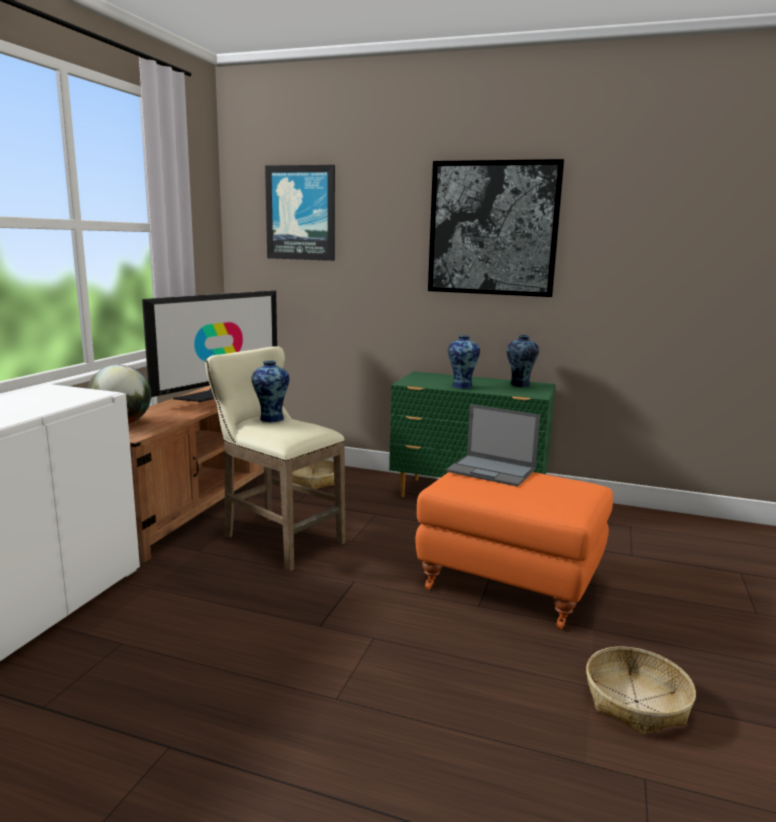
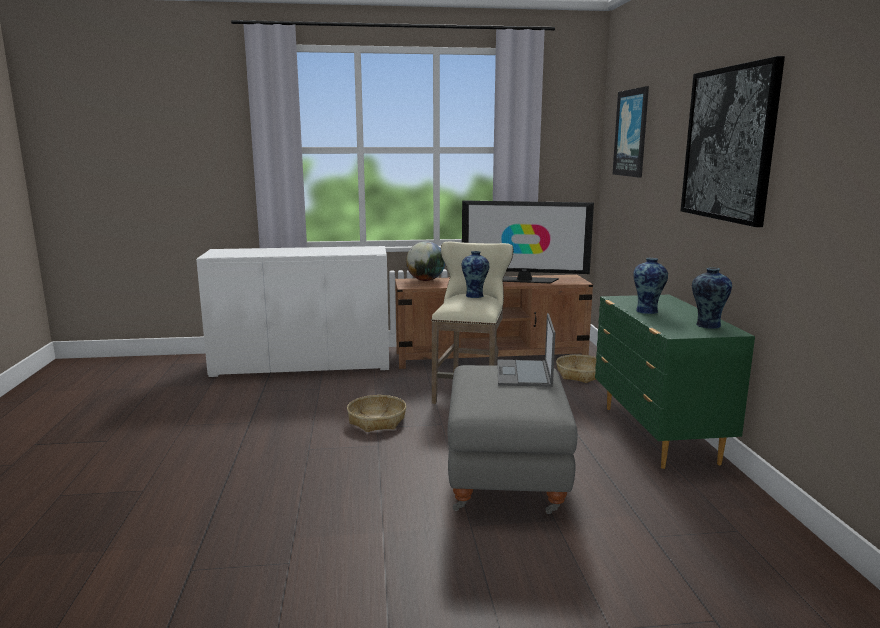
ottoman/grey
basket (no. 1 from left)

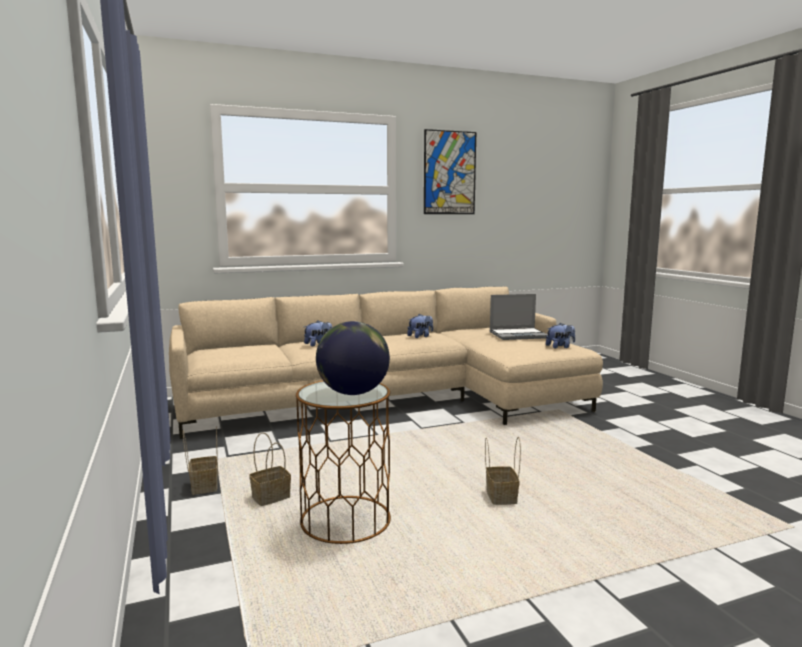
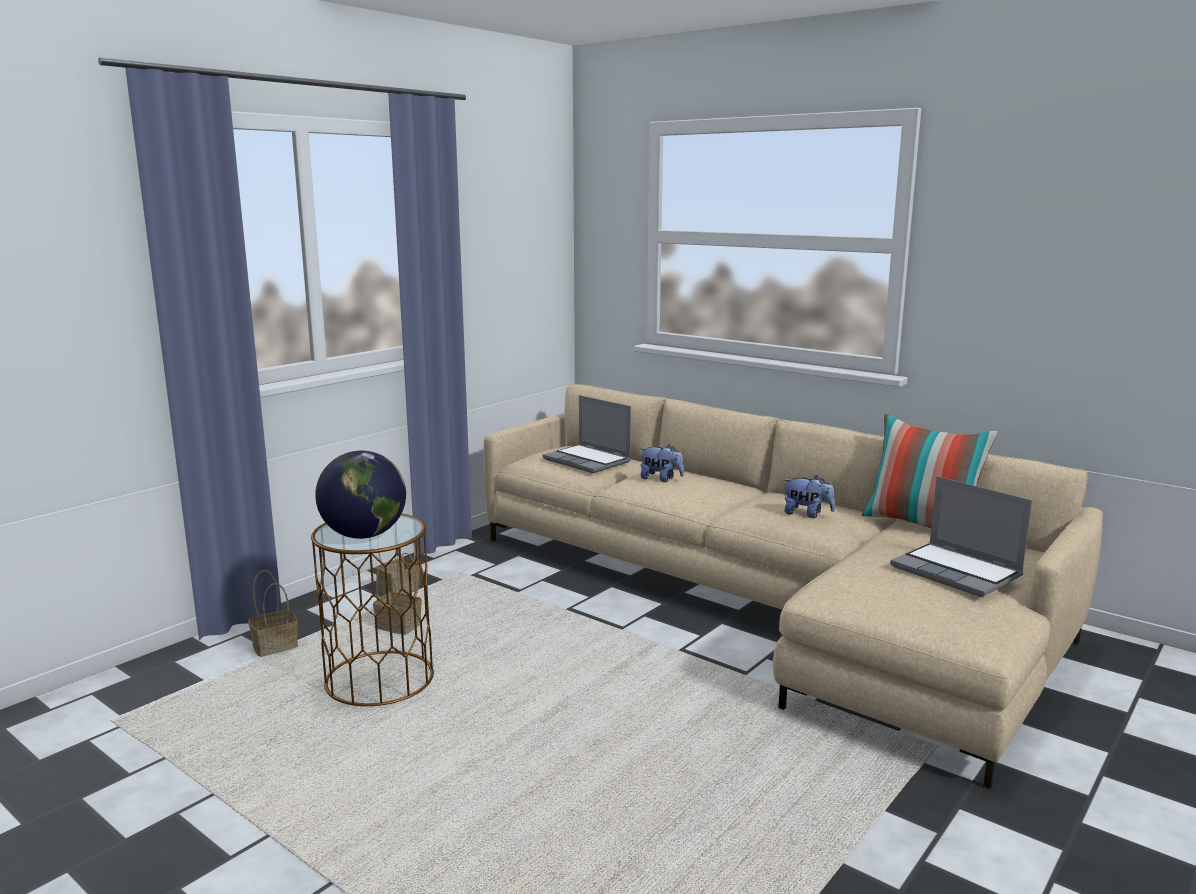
picture
basket (no. 1 from left)
plush toy (no. 3 from left in the first image)
laptop (no. 1 from left)
pillow

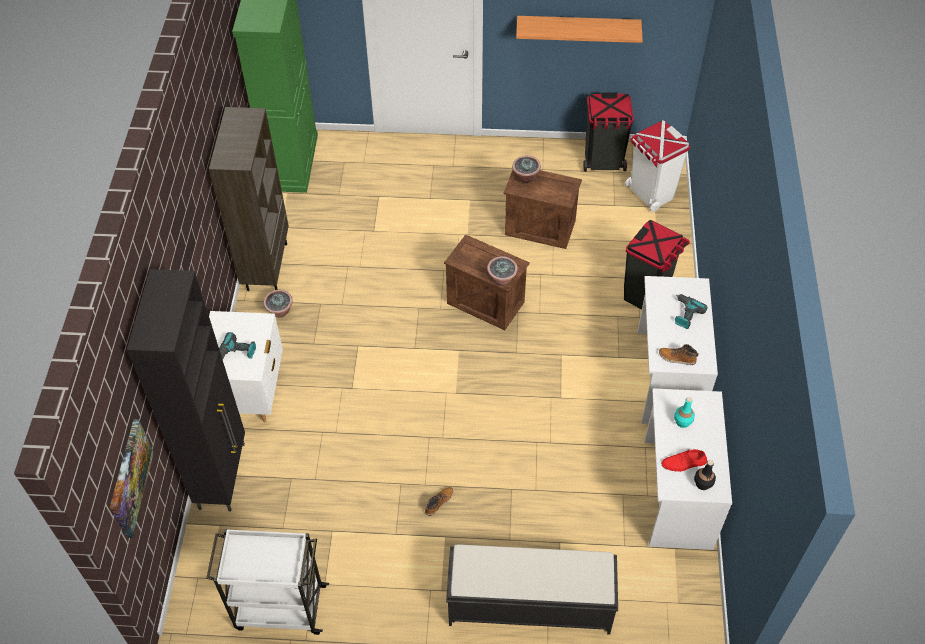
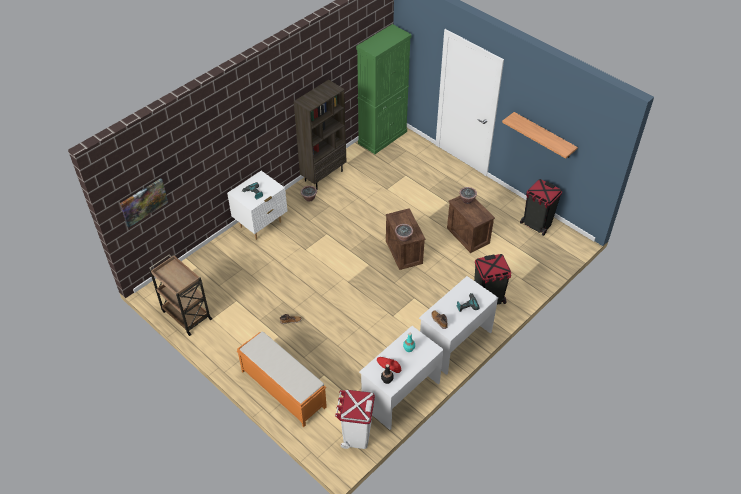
cabinet/black
cart/brown
bench/orange
trash can/white

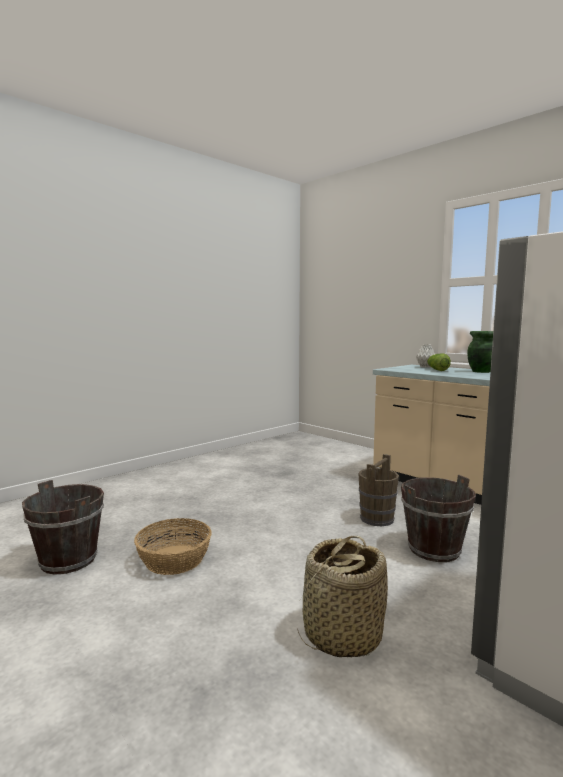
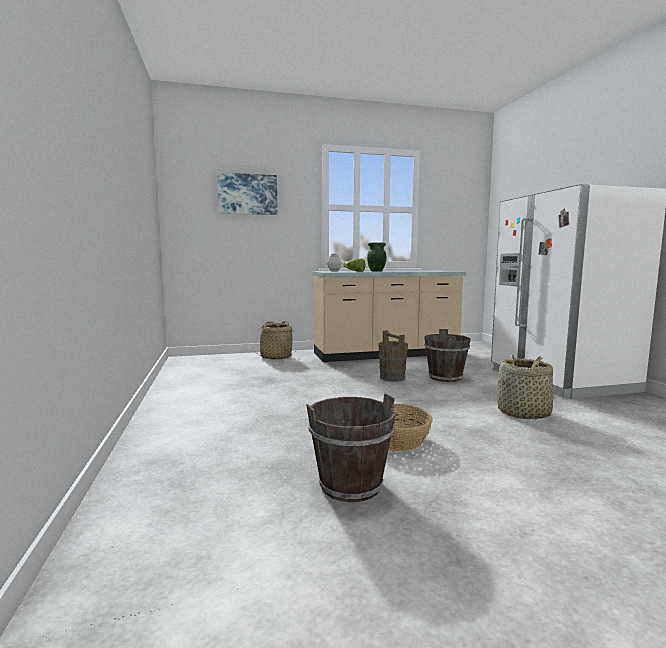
picture
basket (no. 1 from left)

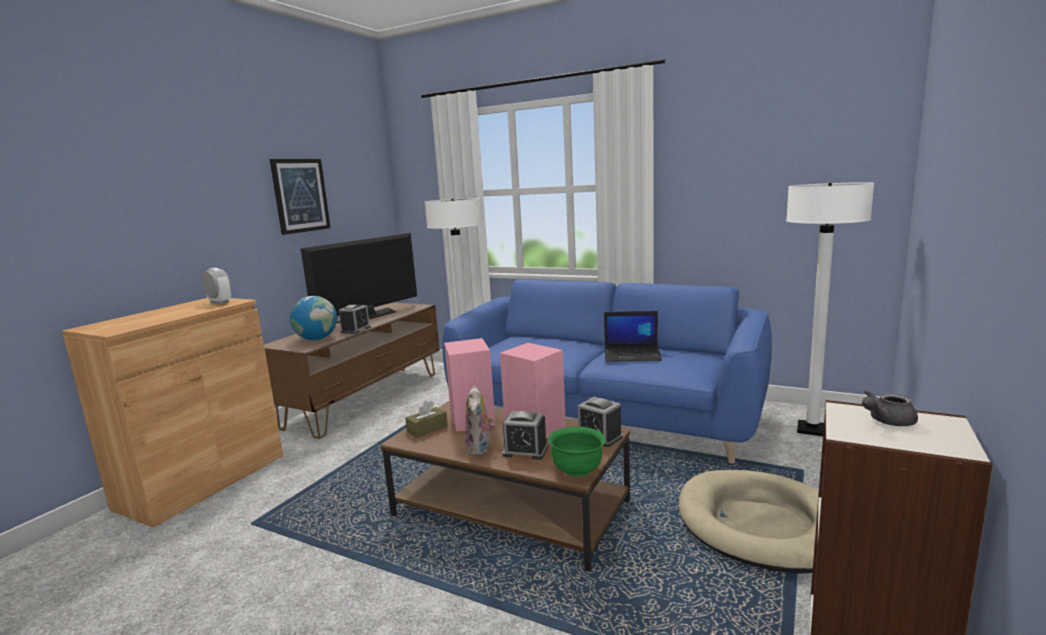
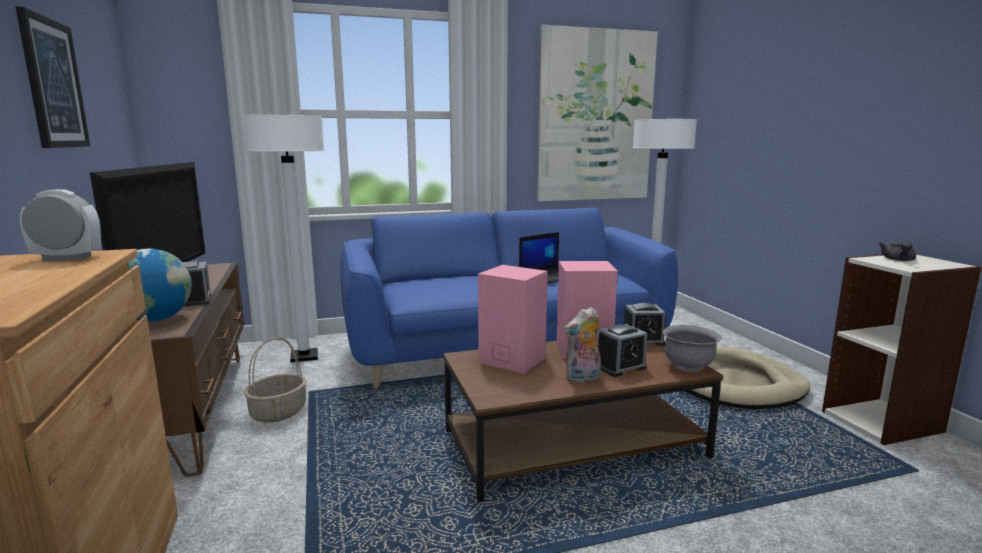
tissue box/brown
plush toy
bowl/grey
basket
picture (no. 2 from left)

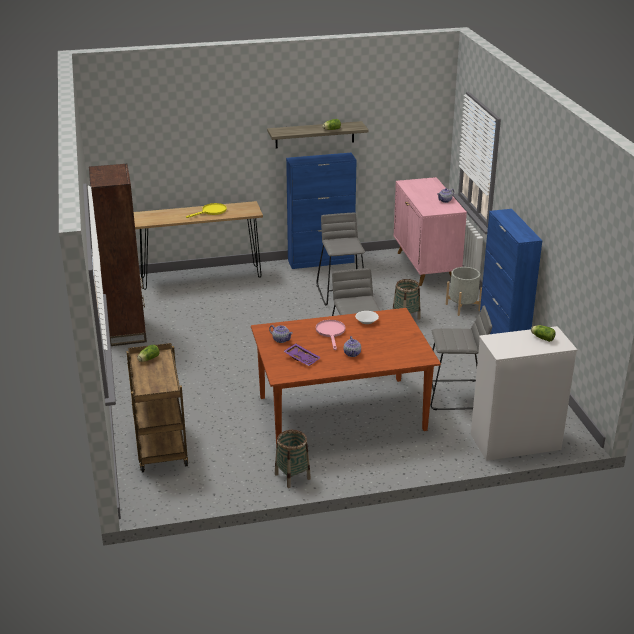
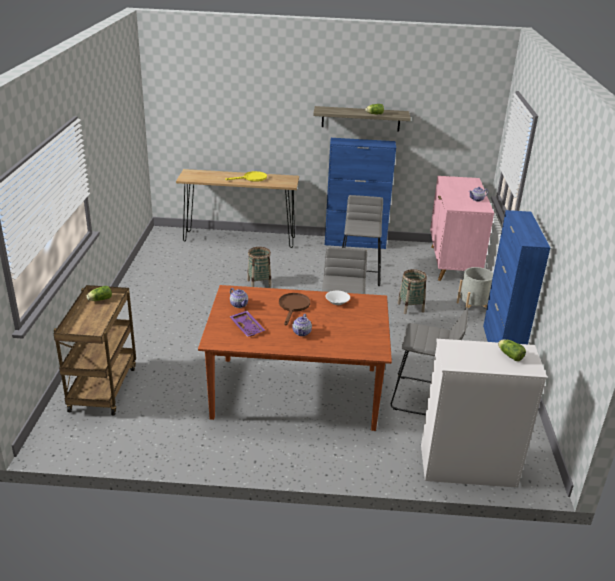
bookcase/brown
basket (no. 1 from left)
frying pan/brown

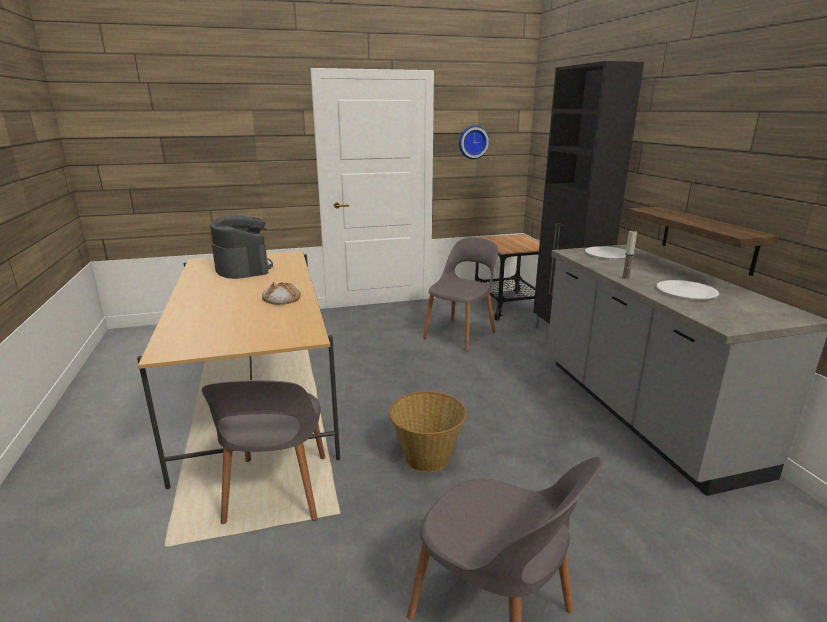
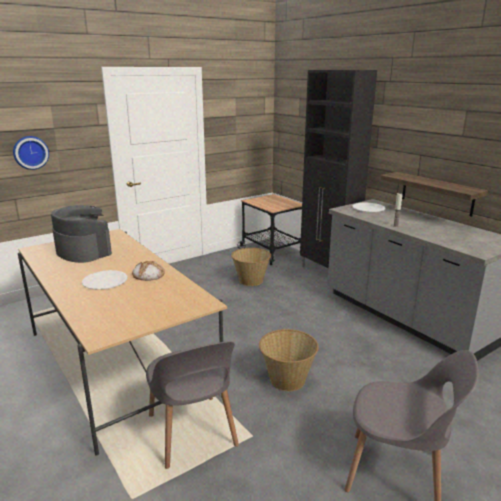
basket (no. 1 from left)
wall clock
plate/white (no. 1 from left)

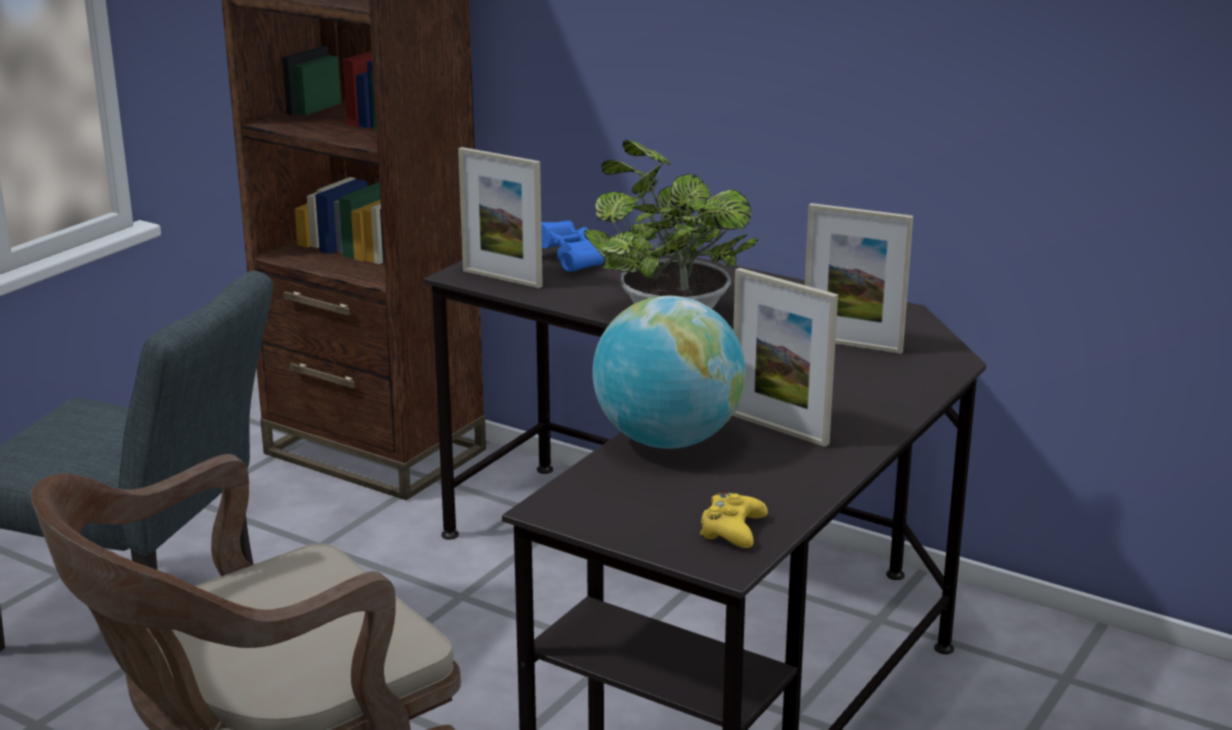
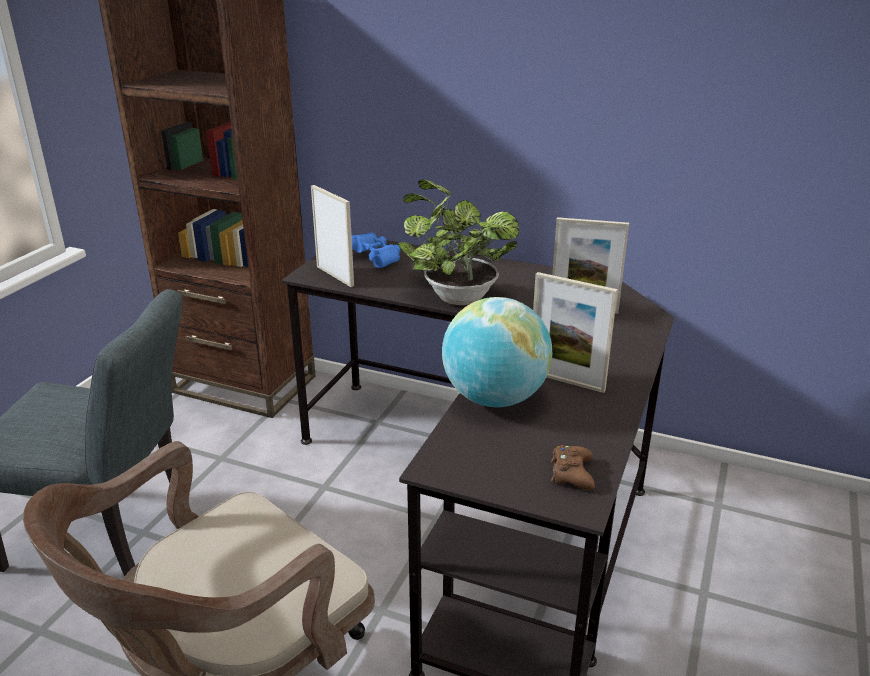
picture frame (no. 1 from left)
game controller/brown

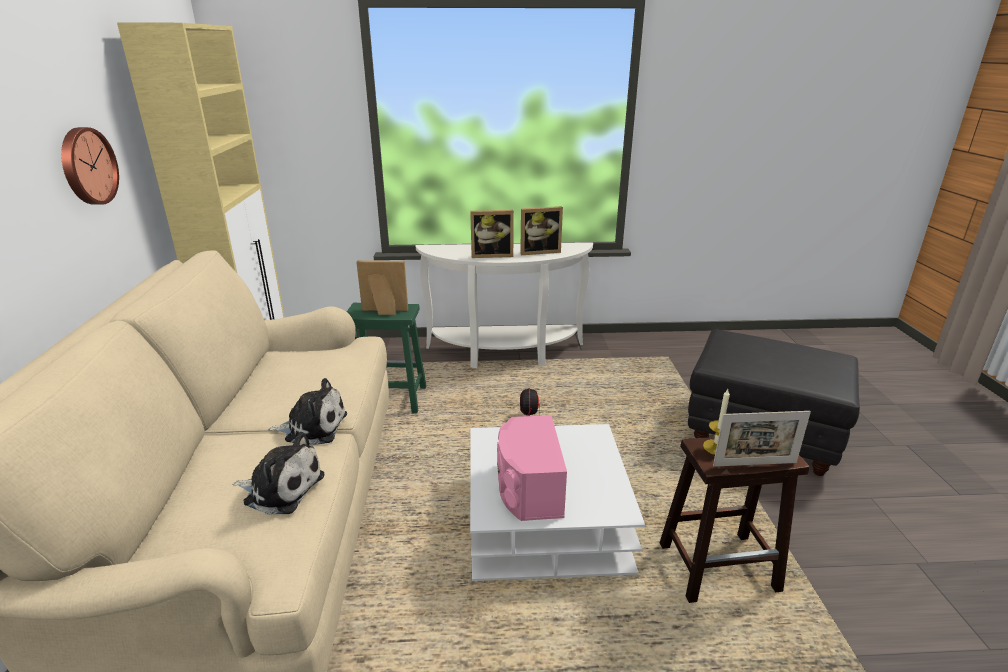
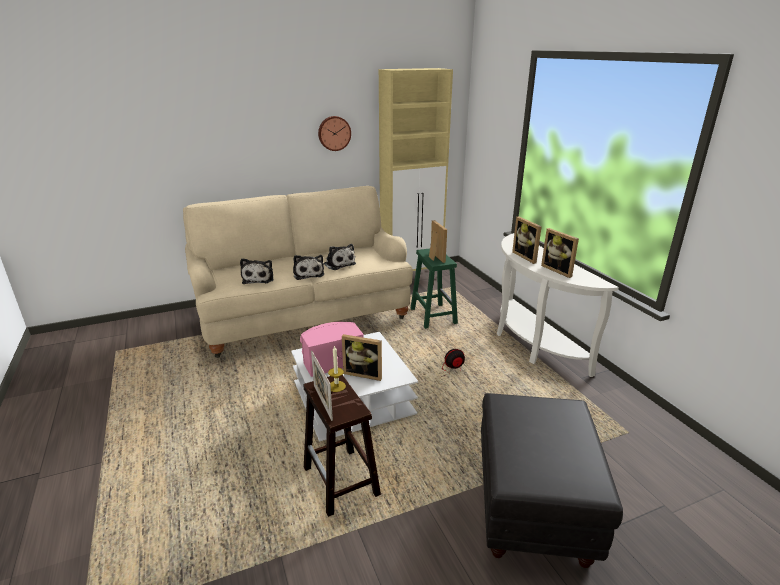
plush toy (no. 3 from left)
picture frame (no. 2 from left)

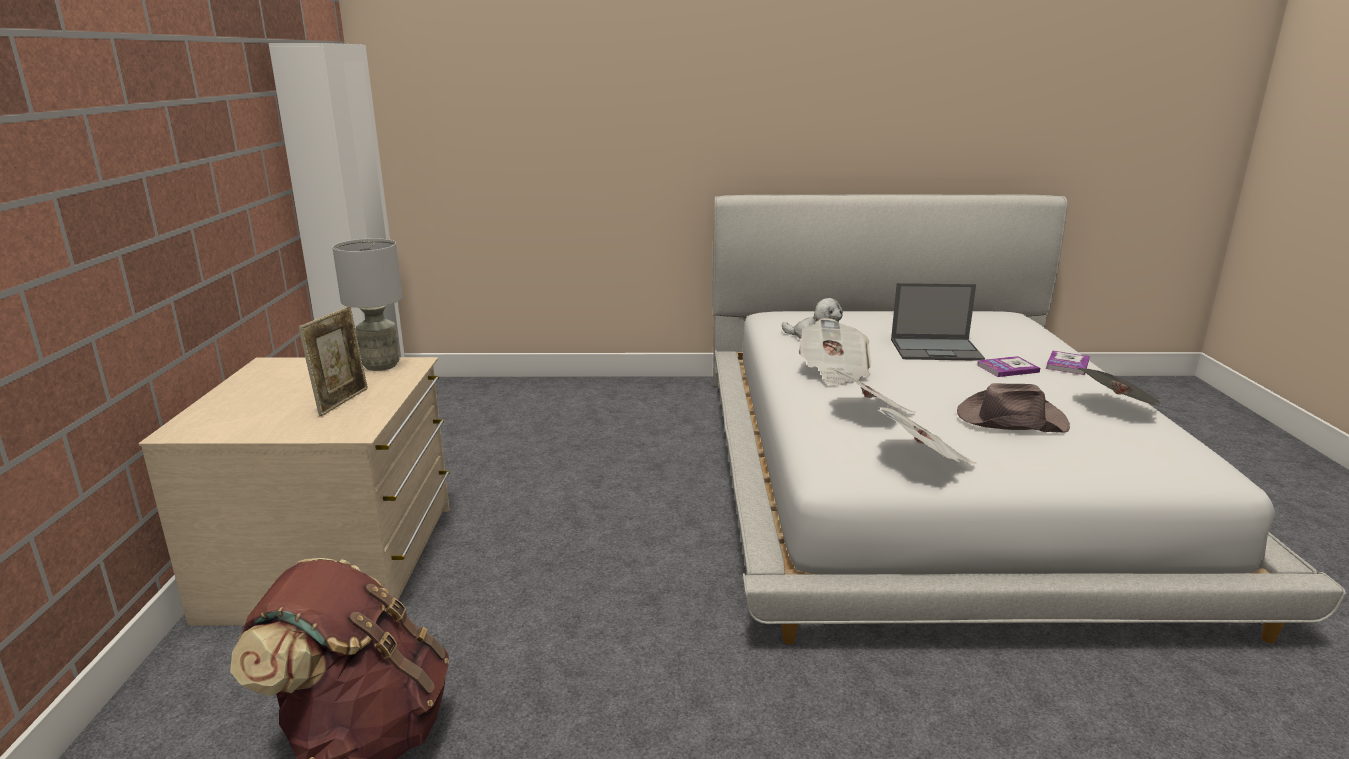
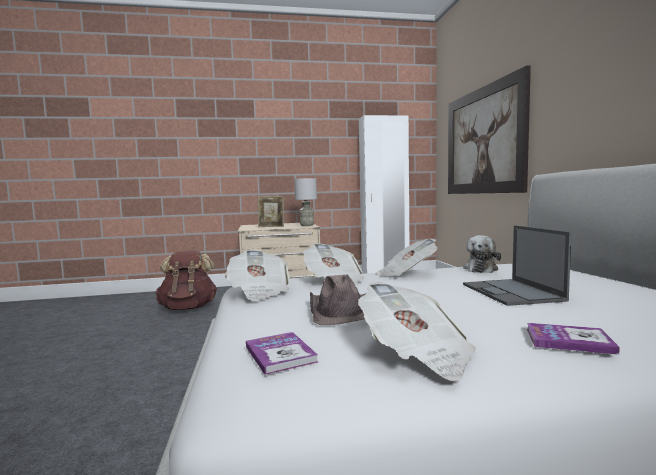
book (no. 1 from left)
picture

